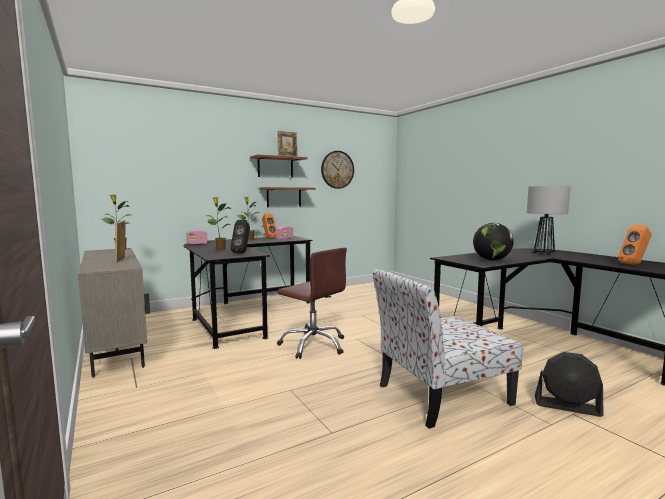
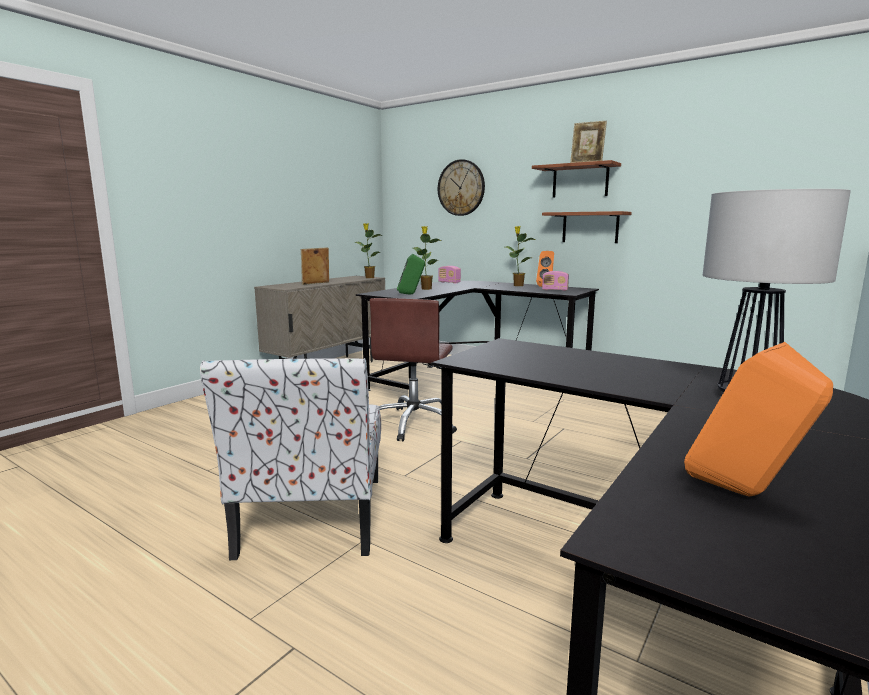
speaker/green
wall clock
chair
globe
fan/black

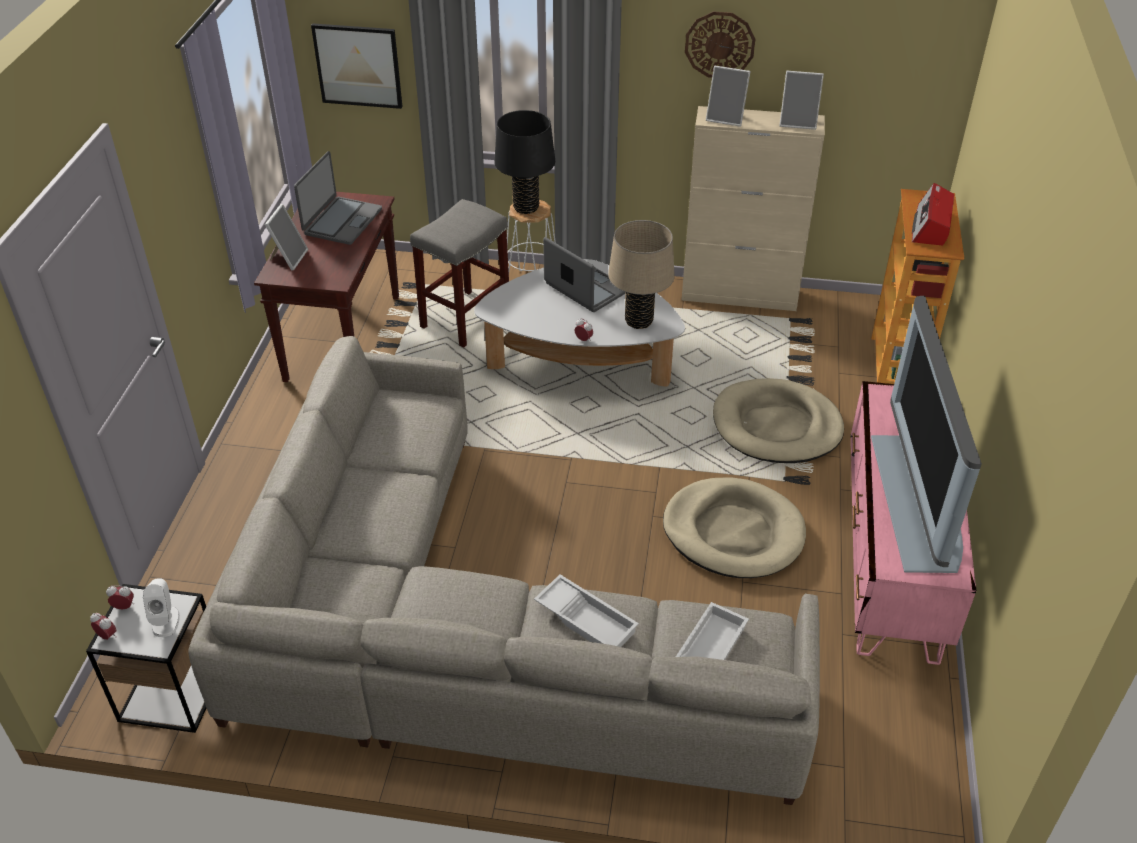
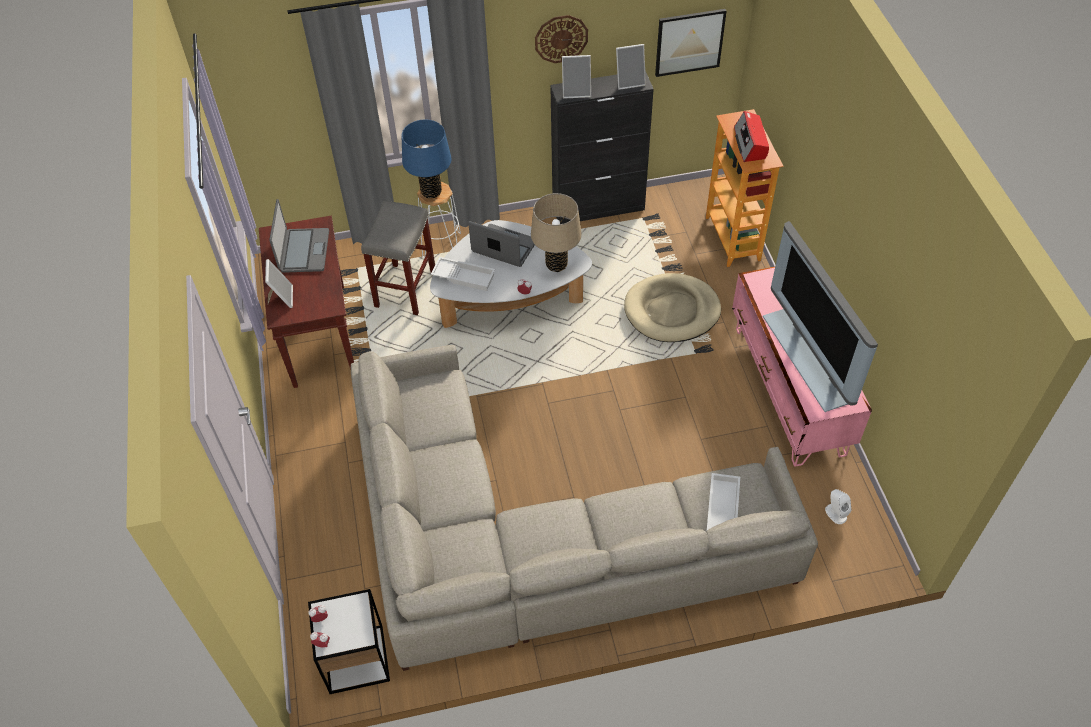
speaker/white
picture
table lamp/blue
tray/white (no. 1 from left)
dog bed/beige (no. 1 from left in the first image)
cabinet/black

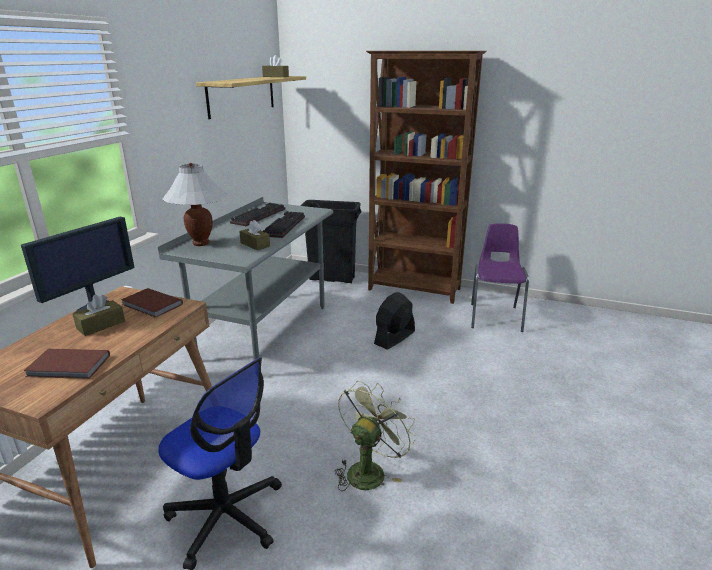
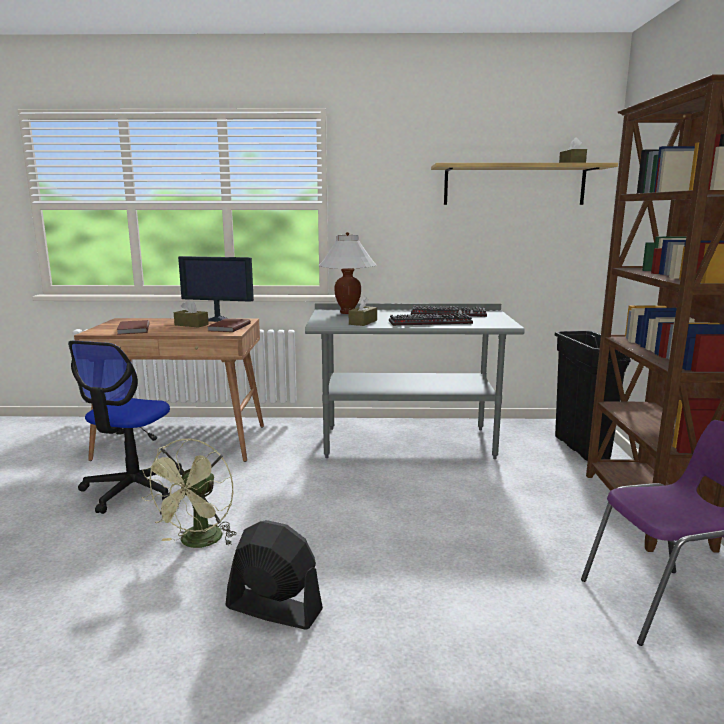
fan/green
fan/black

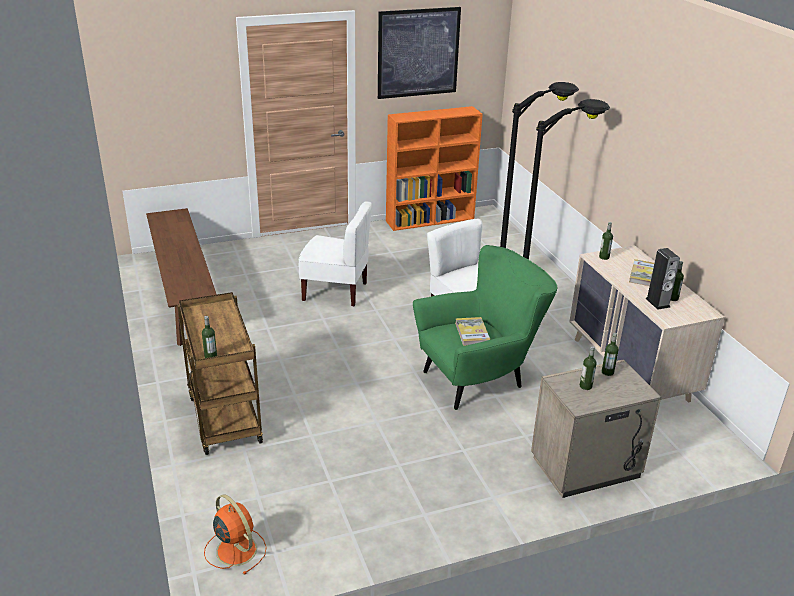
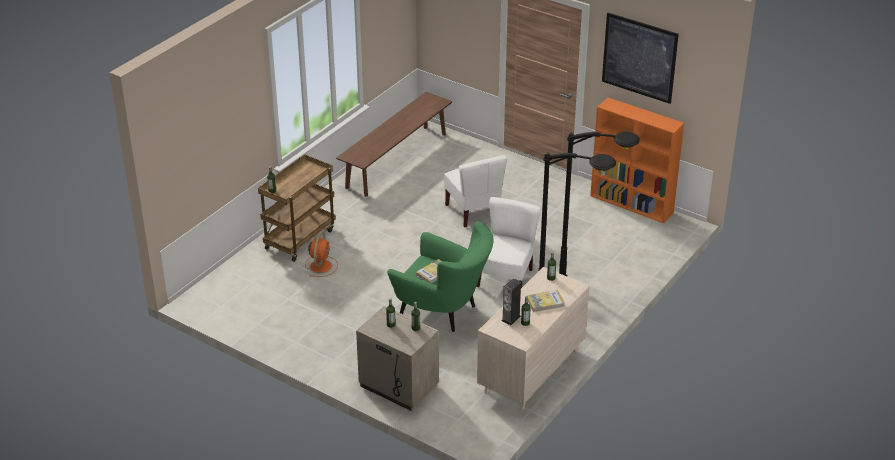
fan/orange

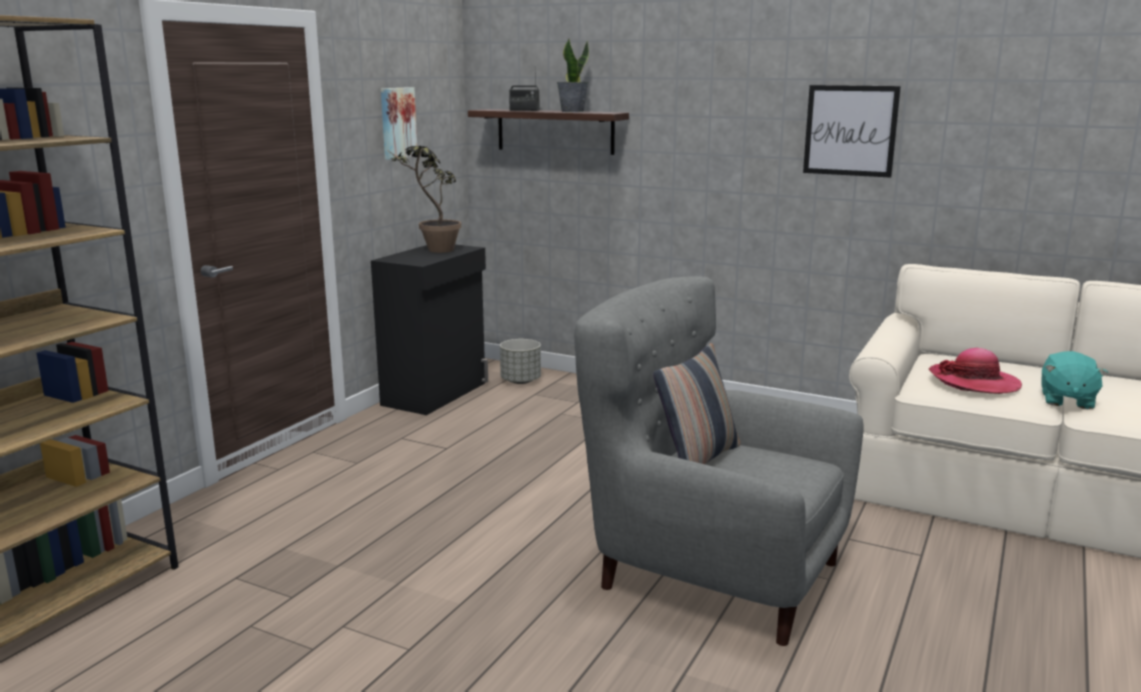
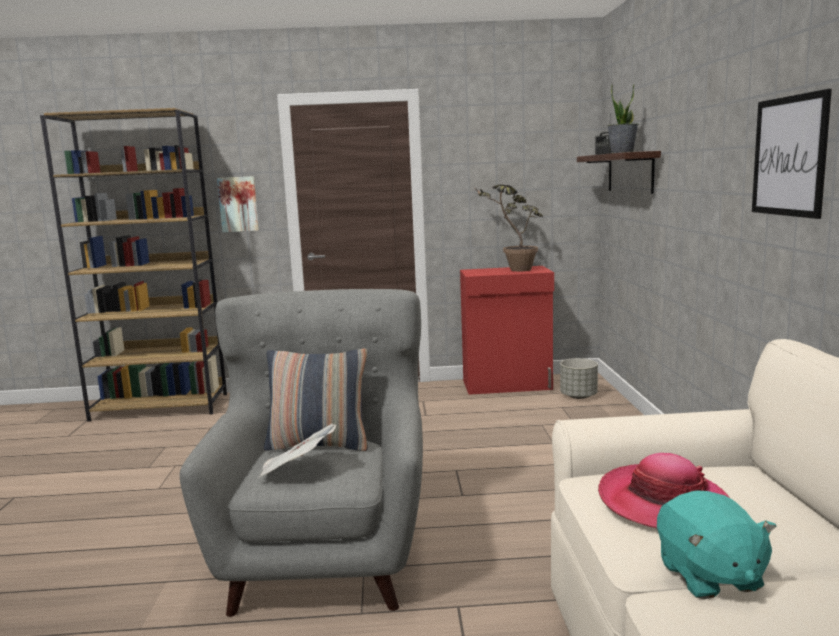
cabinet/red
picture (no. 1 from left)
plush toy/turquoise
newspaper

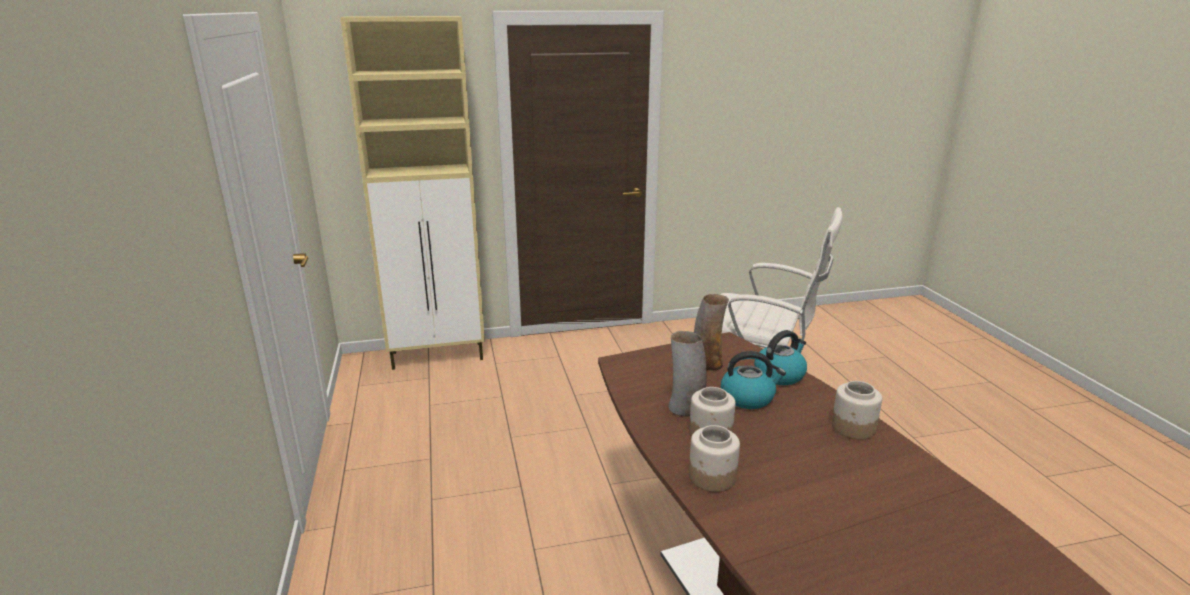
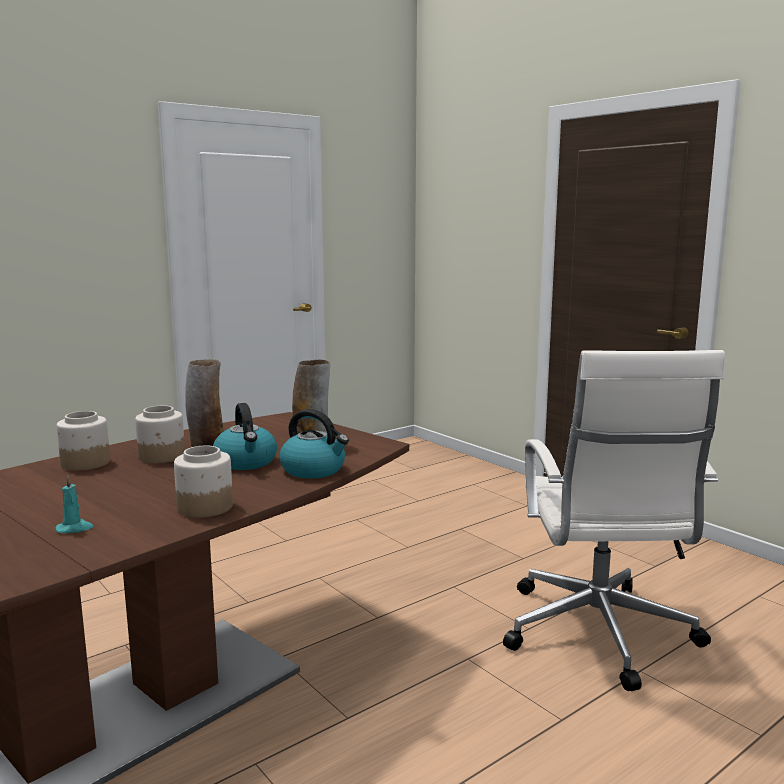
cabinet/beige
candle/turquoise

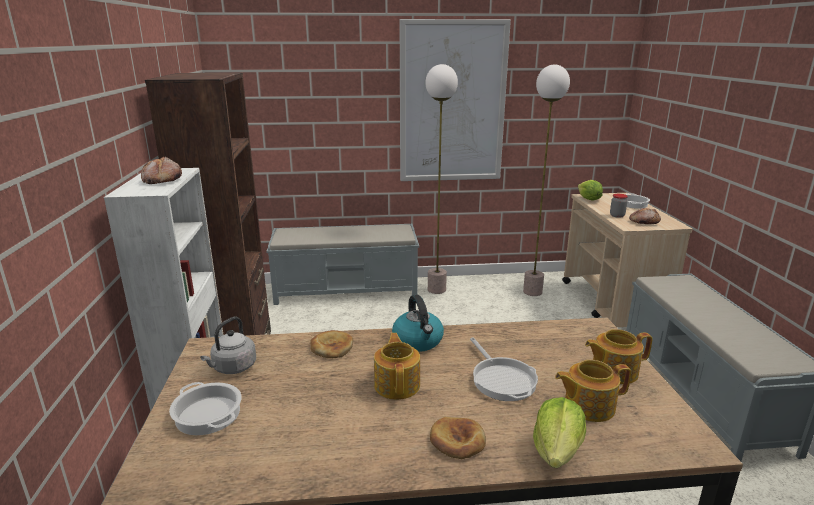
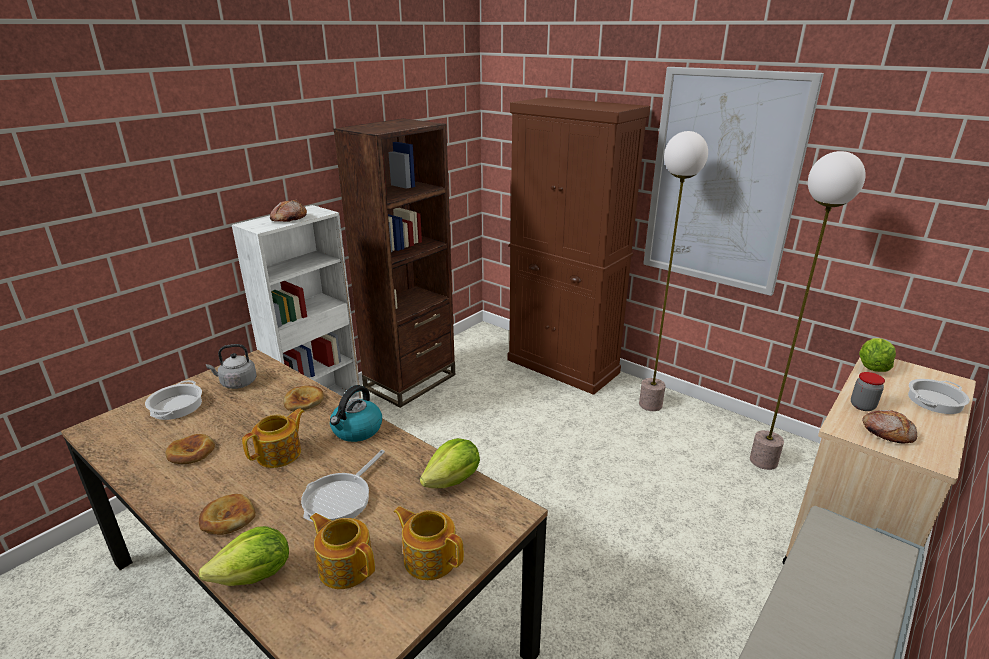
cabinet/brown
bread (no. 1 from left)
lettuce (no. 2 from left)

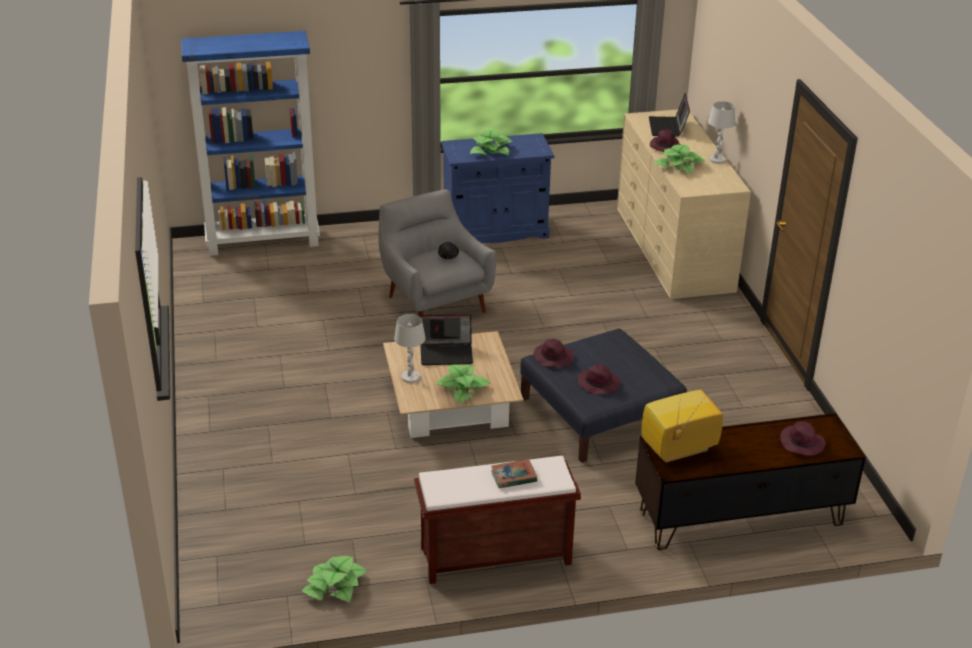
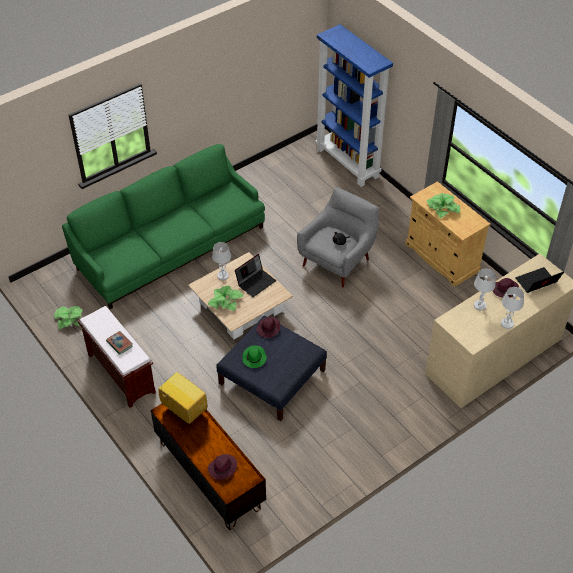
laptop (no. 1 from left)
cabinet/beige
hat/green
table lamp/white (no. 2 from left)
sofa/green

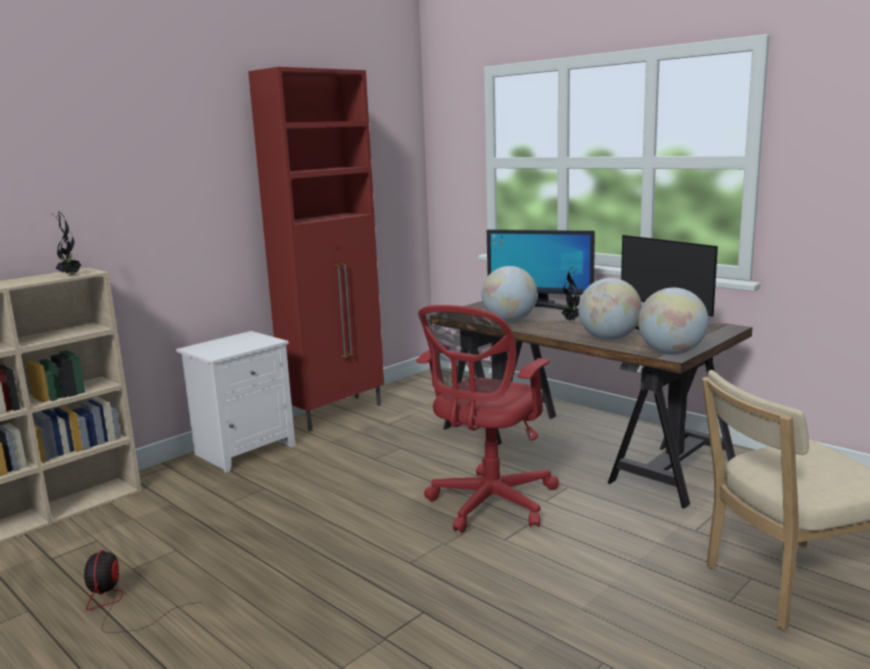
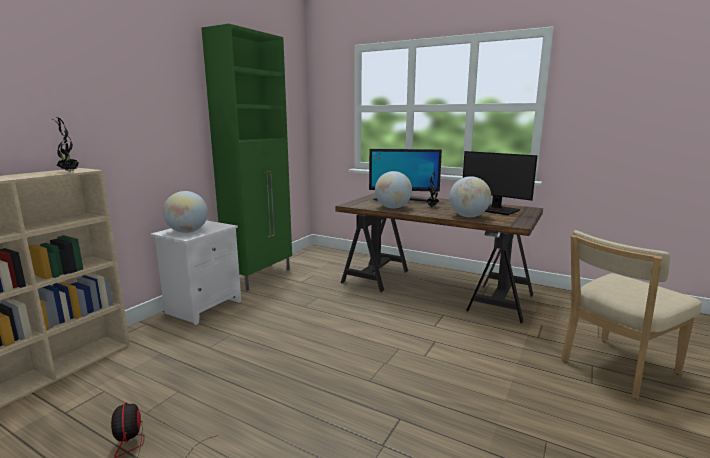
cabinet/green
office chair/red
globe (no. 1 from left)

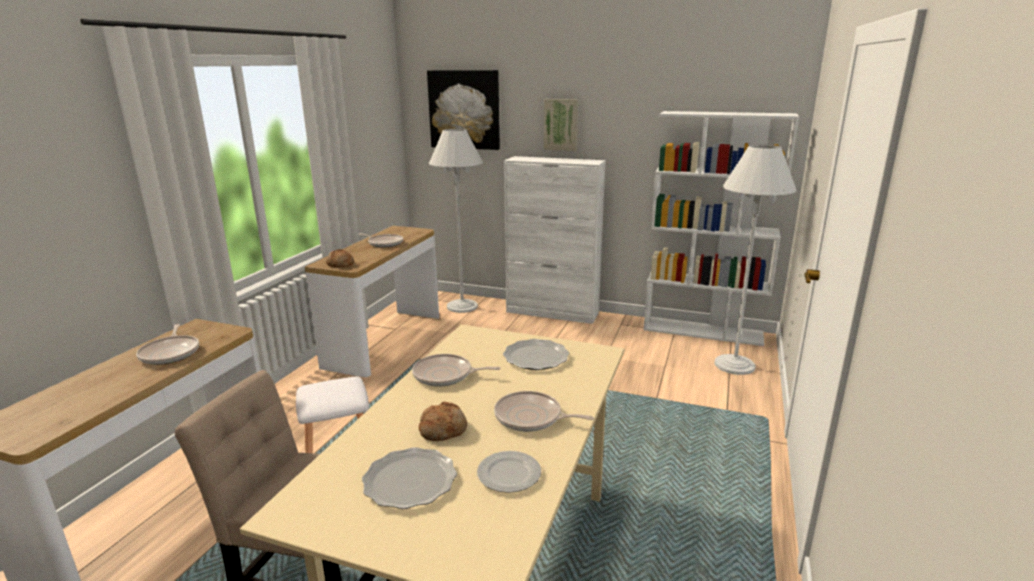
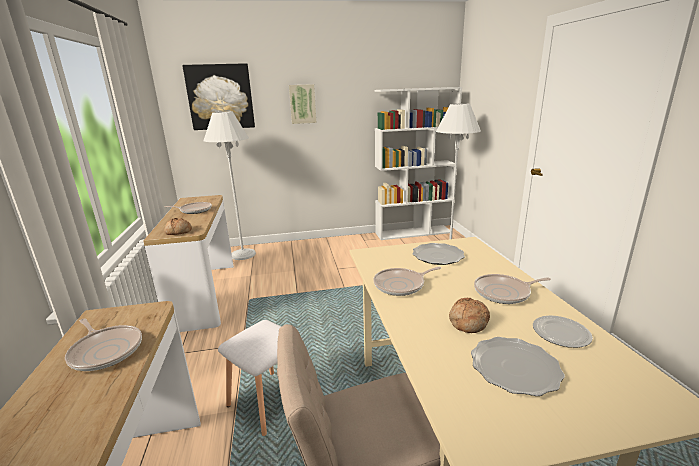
cabinet/white

